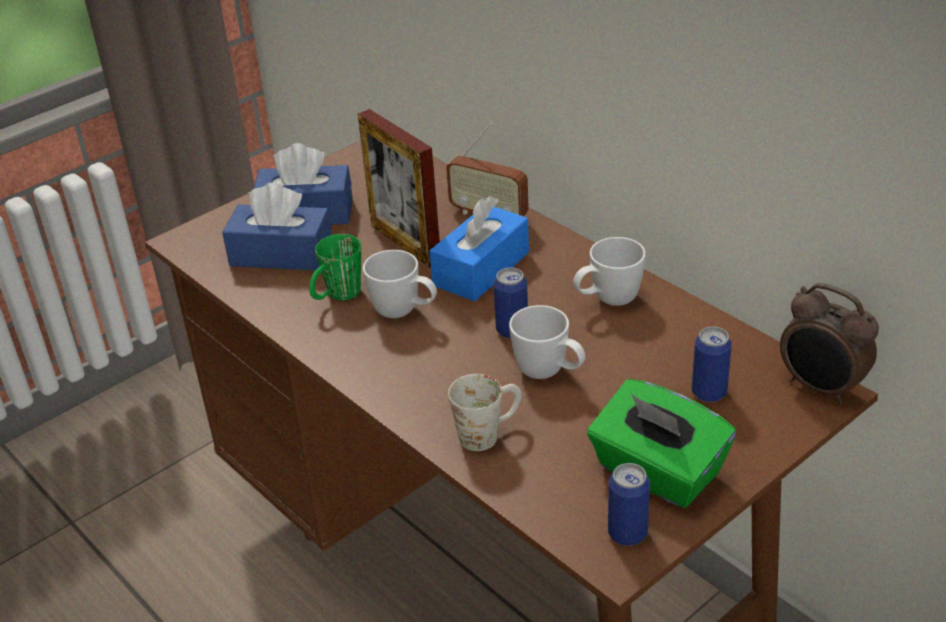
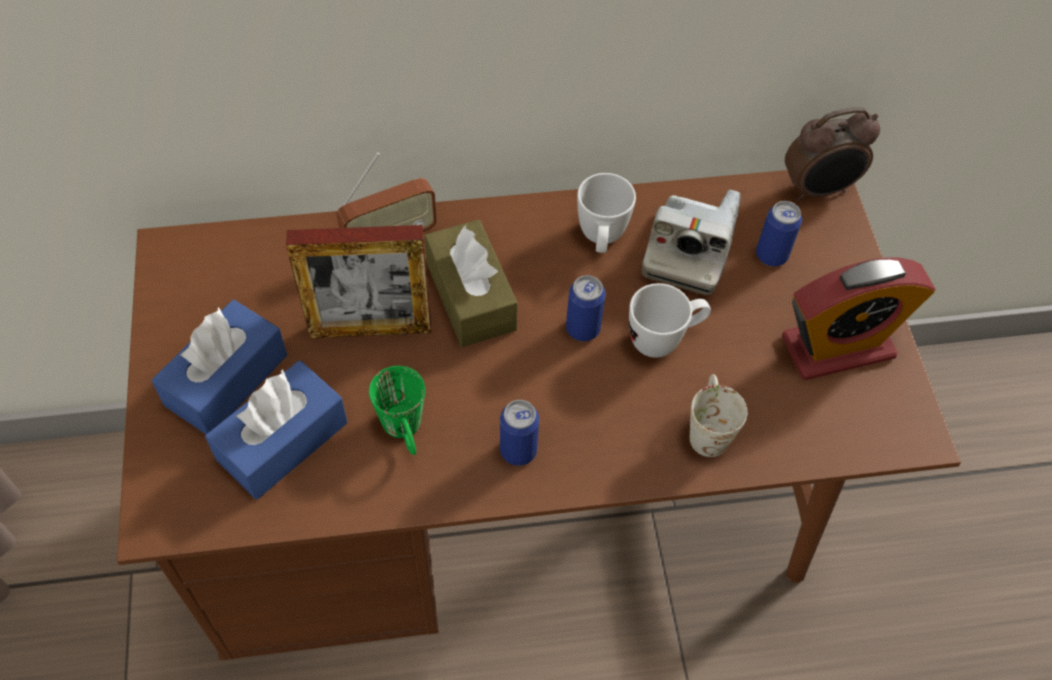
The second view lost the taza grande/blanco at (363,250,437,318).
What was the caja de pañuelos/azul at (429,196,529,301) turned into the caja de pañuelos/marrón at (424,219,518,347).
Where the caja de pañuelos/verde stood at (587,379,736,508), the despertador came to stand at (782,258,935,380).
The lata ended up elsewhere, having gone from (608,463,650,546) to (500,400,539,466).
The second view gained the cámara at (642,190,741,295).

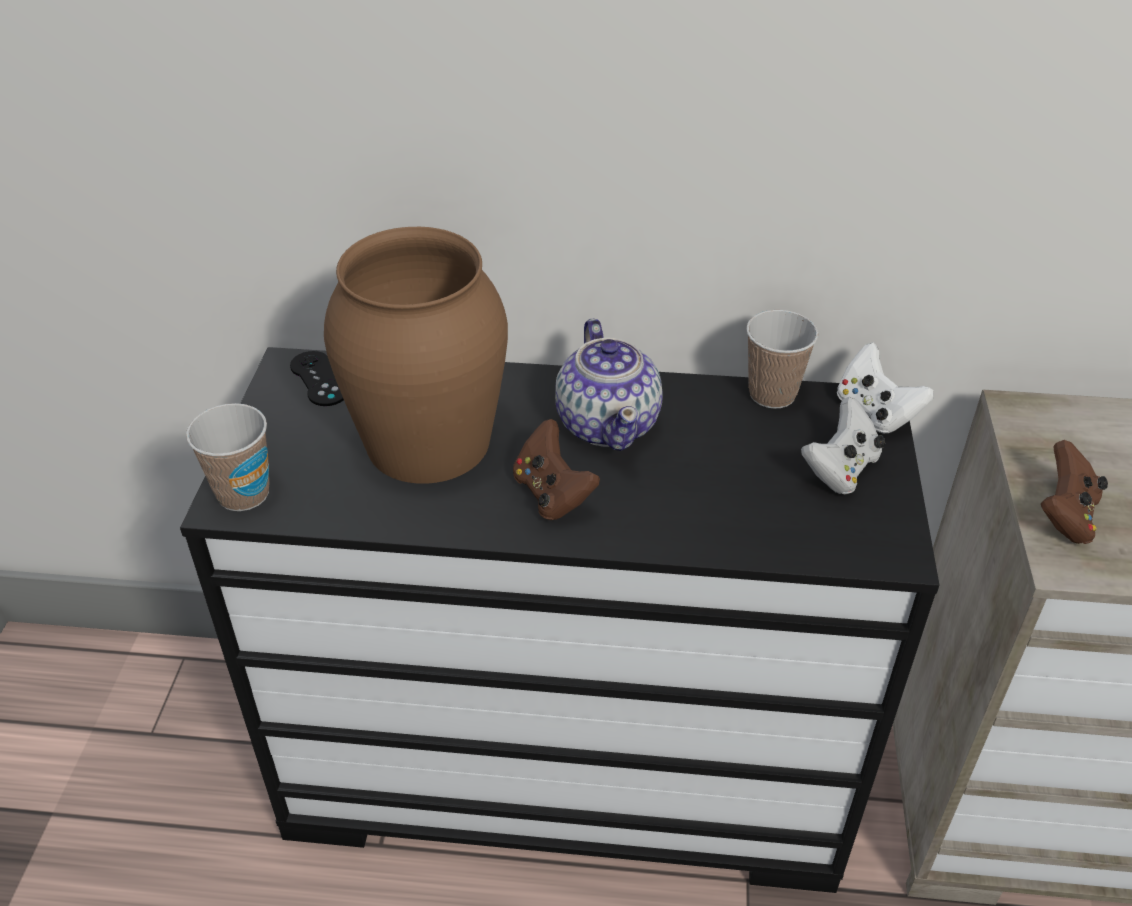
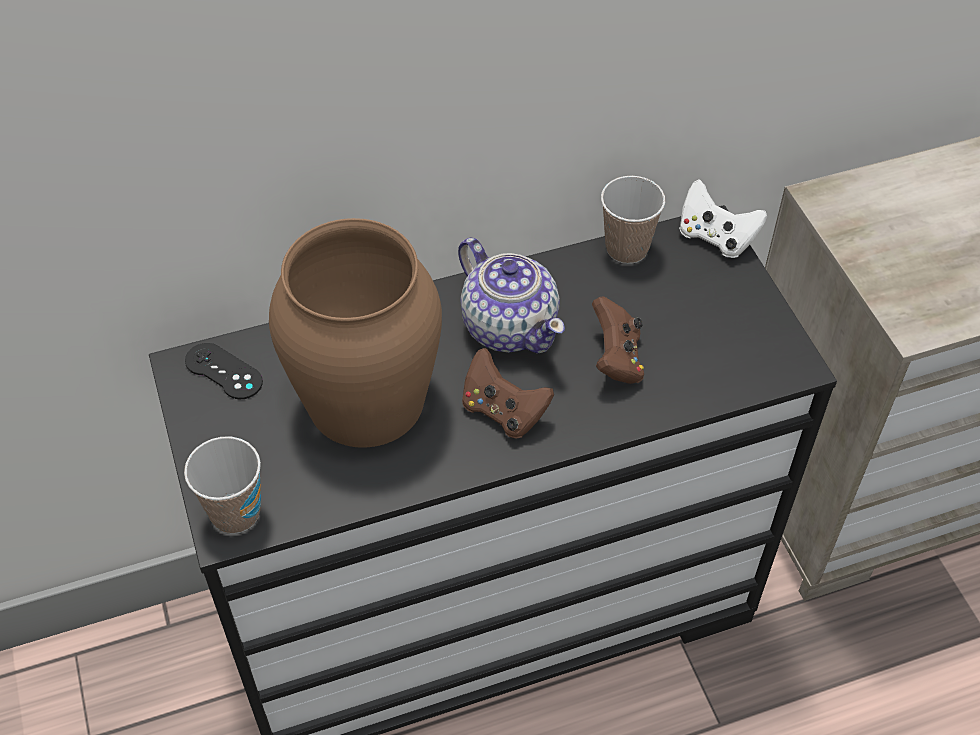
The second view lost the mando de consola/blanco at (801,397,885,494).
The mando de consola/marrón ended up elsewhere, having gone from (1041,440,1108,544) to (592,297,644,384).

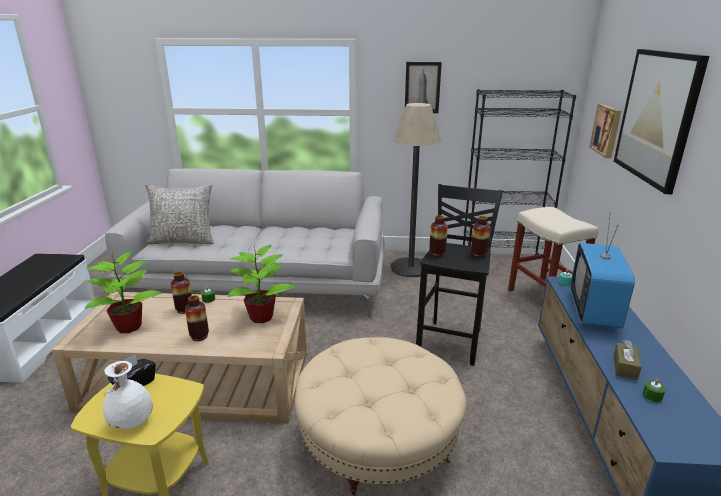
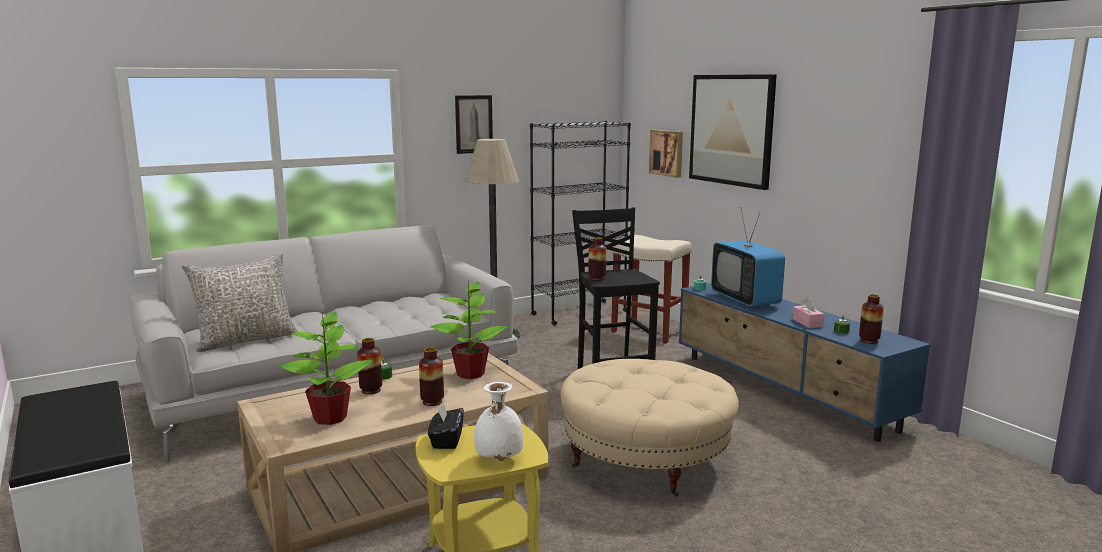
The florero ended up elsewhere, having gone from (471,216,491,257) to (859,294,884,344).
What was the caja de pañuelos/marrón at (614,340,641,380) turned into the caja de pañuelos/rosa at (792,297,825,328).

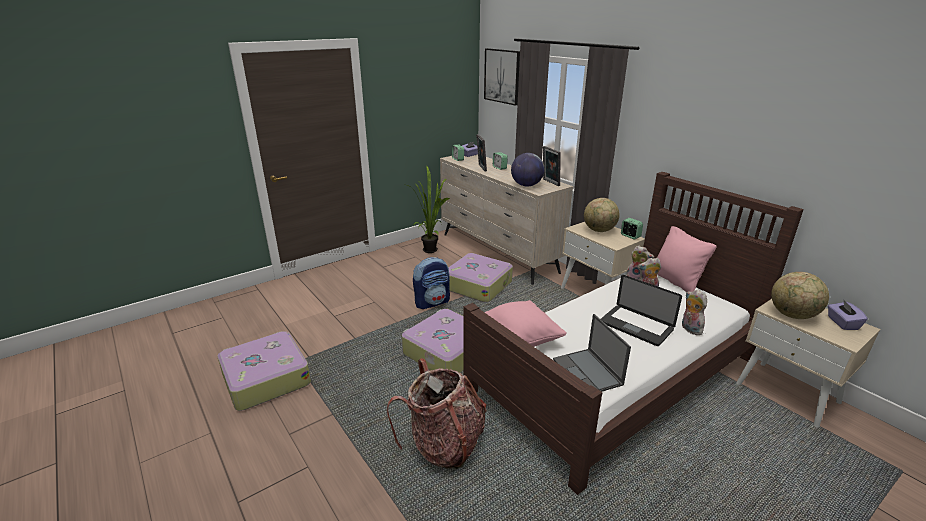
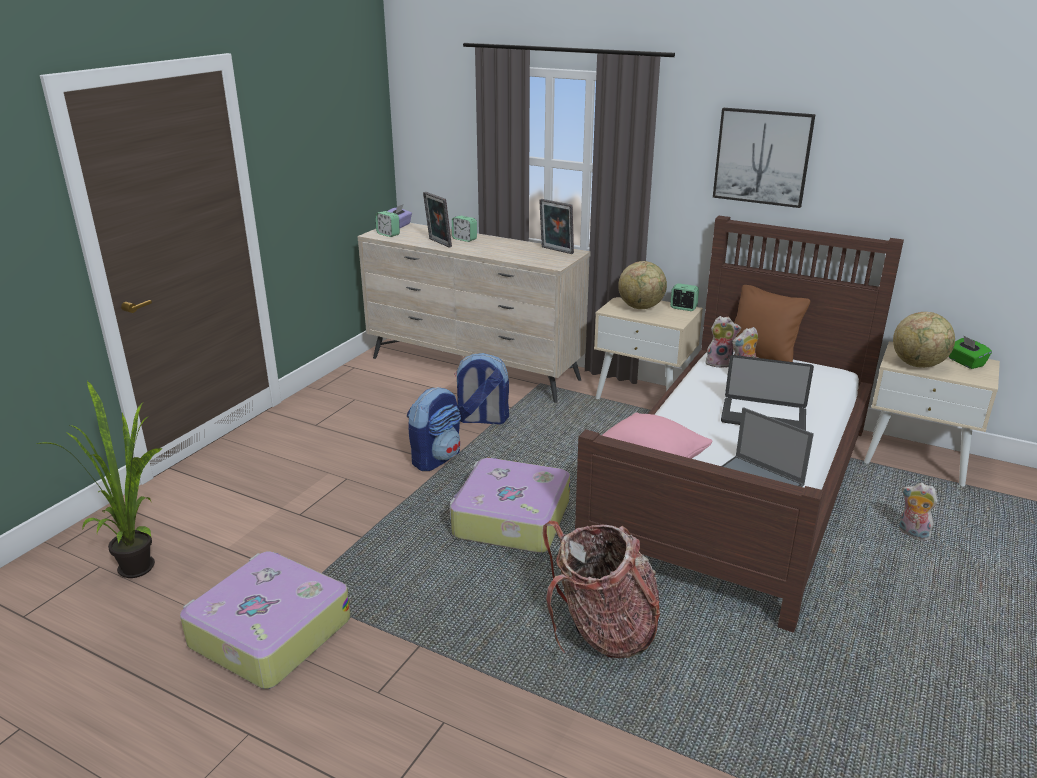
The planta en maceta ended up elsewhere, having gone from (403,166,450,253) to (36,381,163,578).
Where the maleta stood at (448,253,513,302), the mochila came to stand at (454,353,509,424).
The cuadro ended up elsewhere, having gone from (484,48,520,106) to (713,108,816,208).
The second view lost the globo terráqueo at (511,153,544,186).
What was the cojín/rosa at (657,226,717,292) turned into the cojín/marrón at (733,285,810,362).
The peluche ended up elsewhere, having gone from (681,289,707,335) to (899,483,938,541).
What was the caja de pañuelos/morado at (828,301,868,330) turned into the caja de pañuelos/verde at (949,336,992,369).

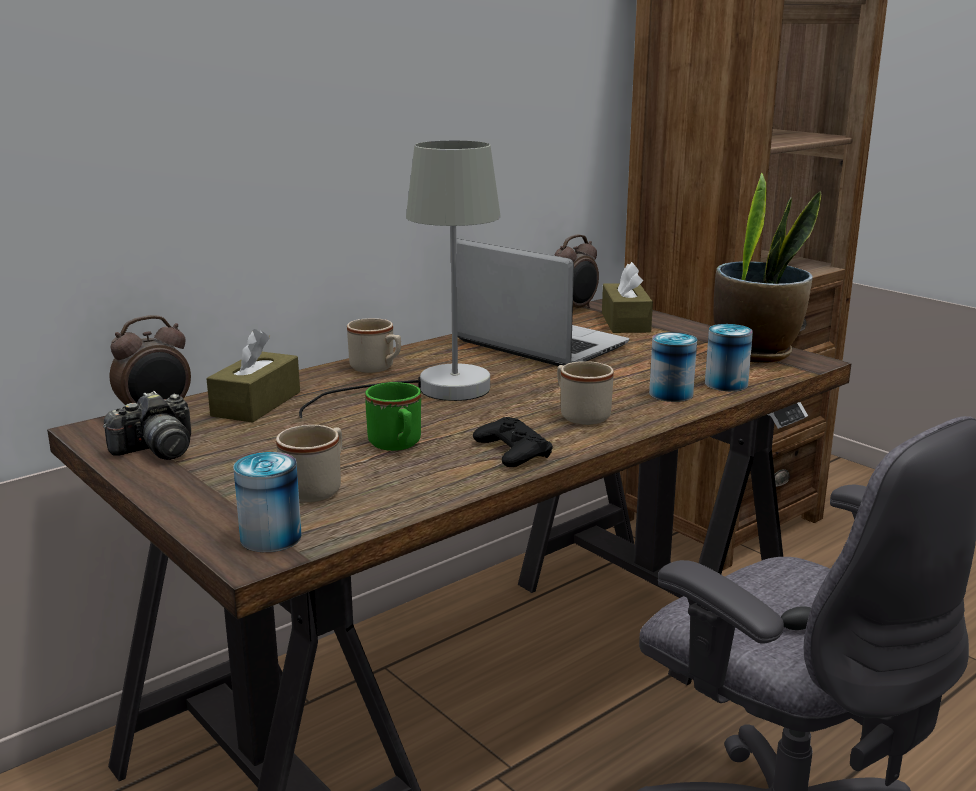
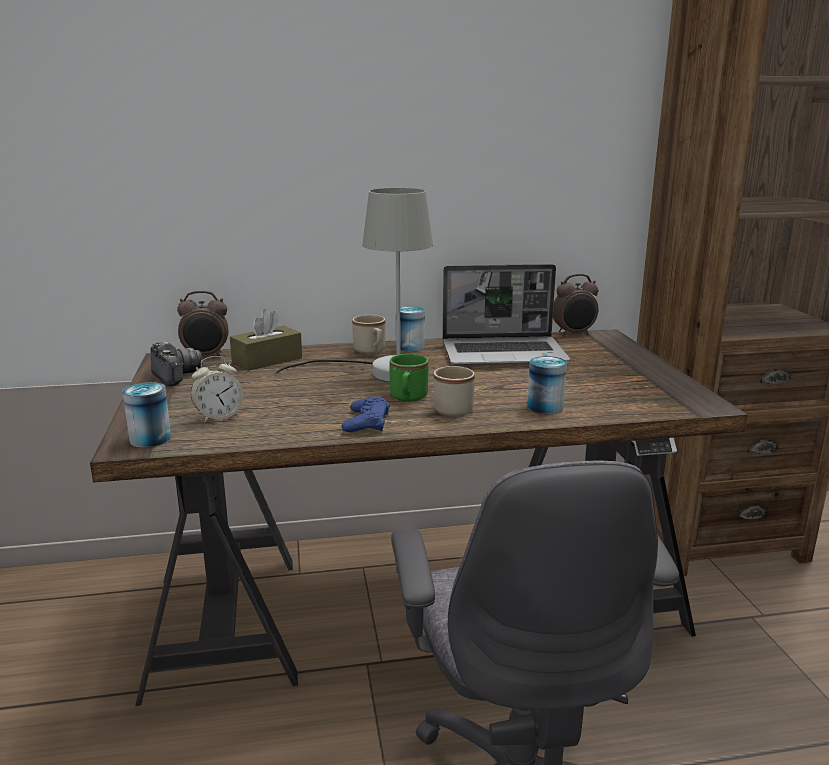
The cámara at (103,391,191,460) ended up facing another way, 120 degrees counterclockwise from before.
Where the taza grande/beis stood at (276,425,342,503), the despertador came to stand at (191,356,243,423).
The taza grande/verde ended up elsewhere, having gone from (365,382,421,451) to (390,354,429,402).
The portátil at (456,238,629,366) ended up facing another way, 105 degrees clockwise from before.
What was the mando de consola/negro at (473,417,553,467) turned into the mando de consola/azul at (341,397,390,432).
The second view lost the caja de pañuelos/marrón at (602,262,653,333).
The lata ended up elsewhere, having gone from (705,324,753,391) to (400,306,425,352).
The second view lost the planta en maceta at (713,172,821,363).

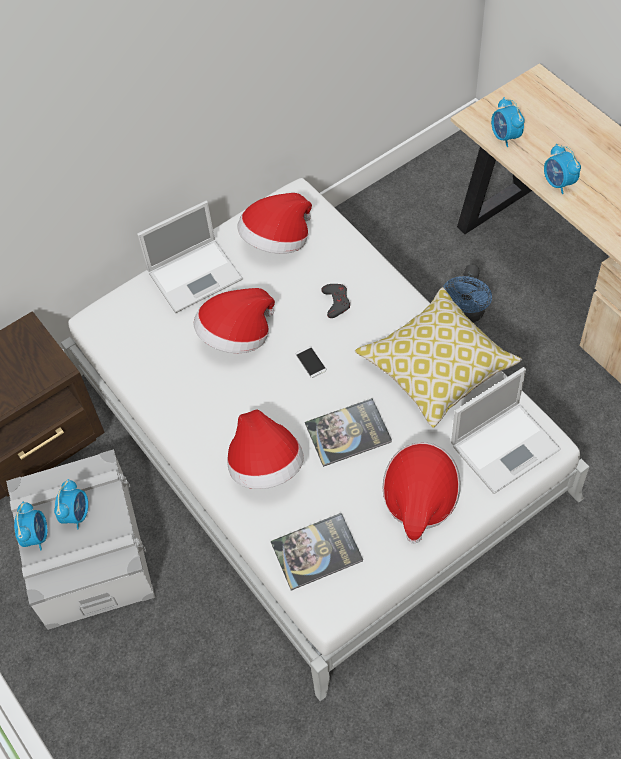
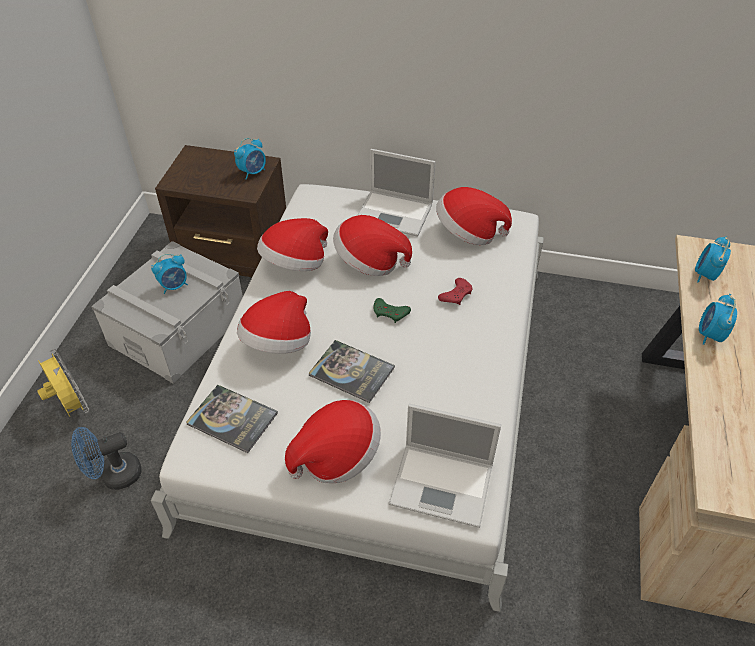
The despertador ended up elsewhere, having gone from (14,502,47,550) to (234,138,266,180).
Where the móvil stood at (296,346,327,378), the mando de consola/verde came to stand at (373,298,411,323).
What was the mando de consola/gris at (321,284,350,318) turned into the mando de consola/rojo at (438,278,472,305).
The second view lost the cojín at (355,287,522,428).
The ventilador/azul ended up elsewhere, having gone from (443,264,492,322) to (71,427,142,490).
The second view gained the ventilador/amarillo at (37,349,89,417).
The second view gained the sombrero at (257,218,328,271).

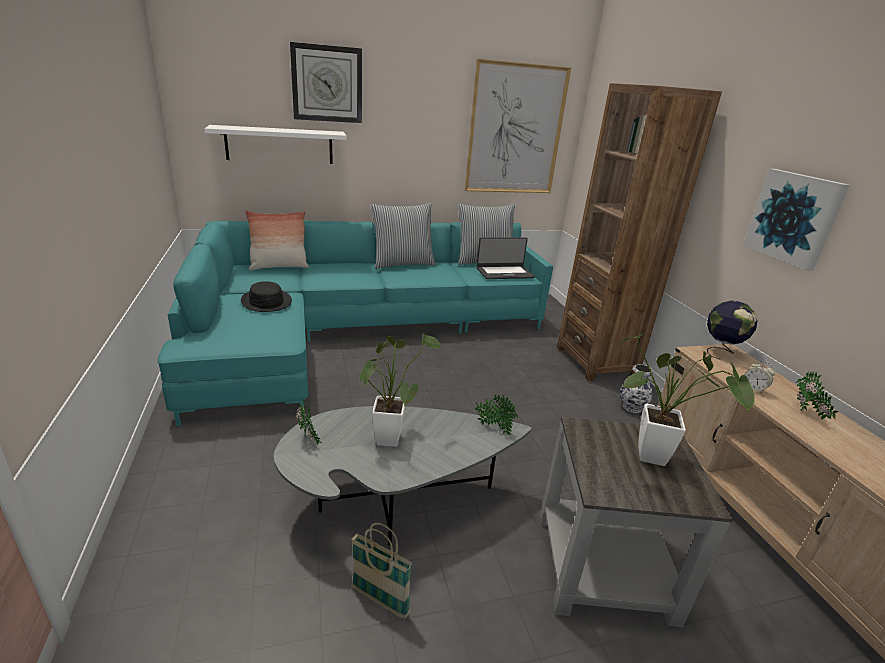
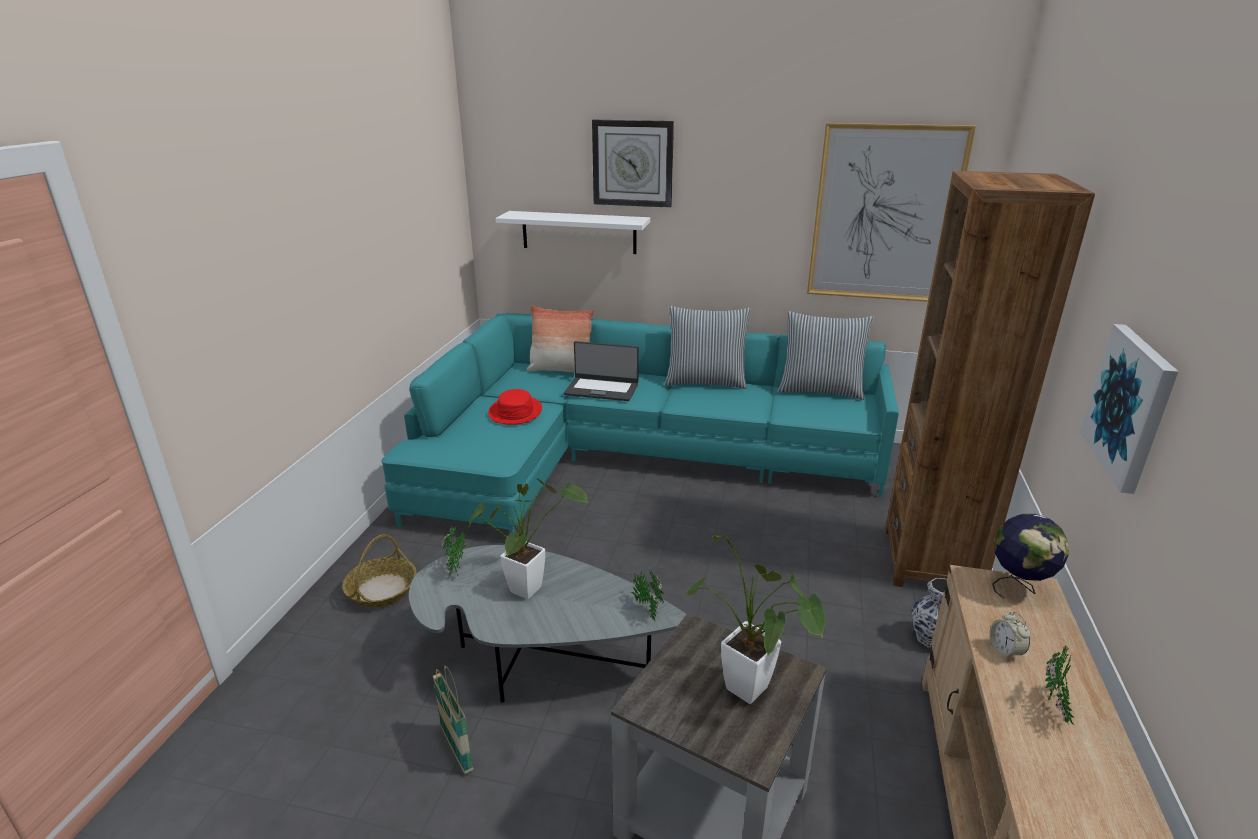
What was the sombrero/negro at (241,281,292,312) turned into the sombrero/rojo at (488,389,542,425).
The portátil ended up elsewhere, having gone from (476,237,535,279) to (564,341,639,401).
The second view gained the cesta at (342,534,417,608).

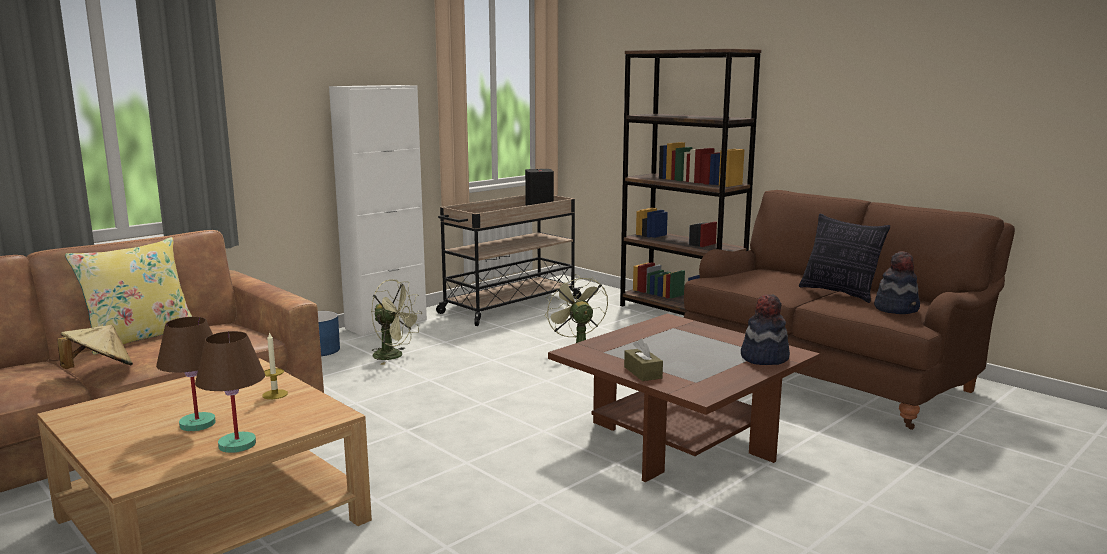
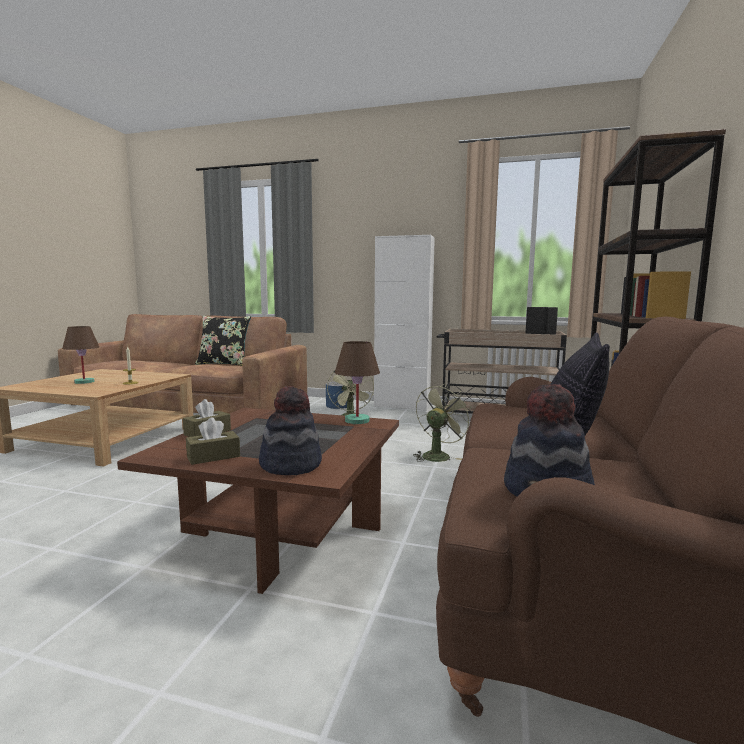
The second view lost the sombrero/beis at (57,325,133,369).
What was the cojín/amarillo at (65,237,192,355) turned into the cojín/negro at (195,316,251,366).
The lámpara de mesa/marrón ended up elsewhere, having gone from (195,331,265,453) to (335,341,380,424).
The second view gained the caja de pañuelos/marrón at (186,417,240,465).

